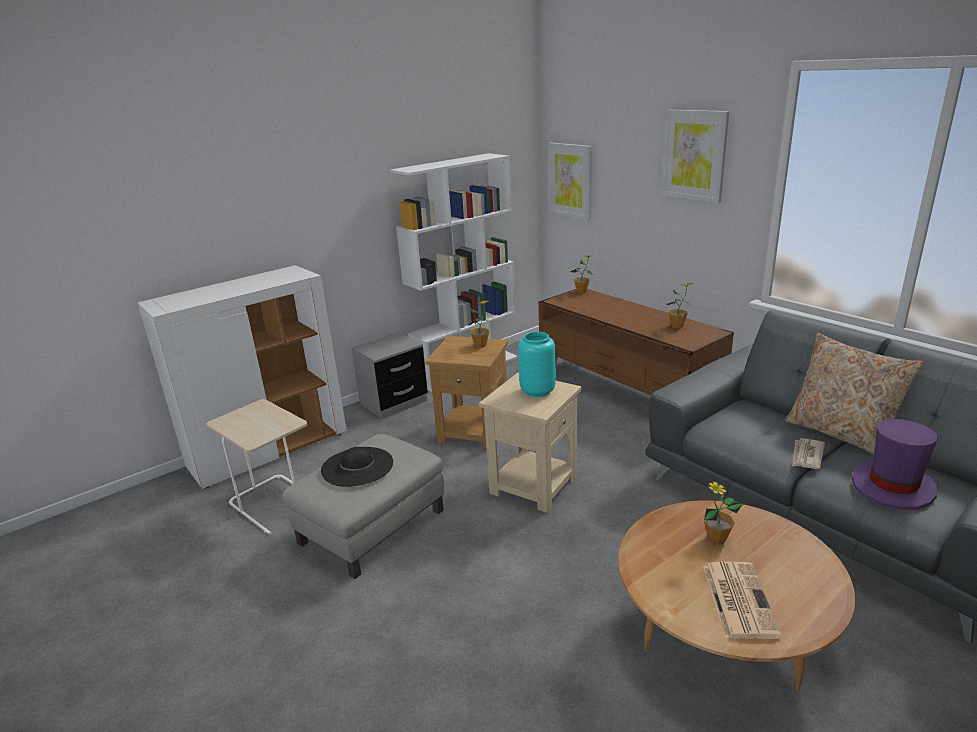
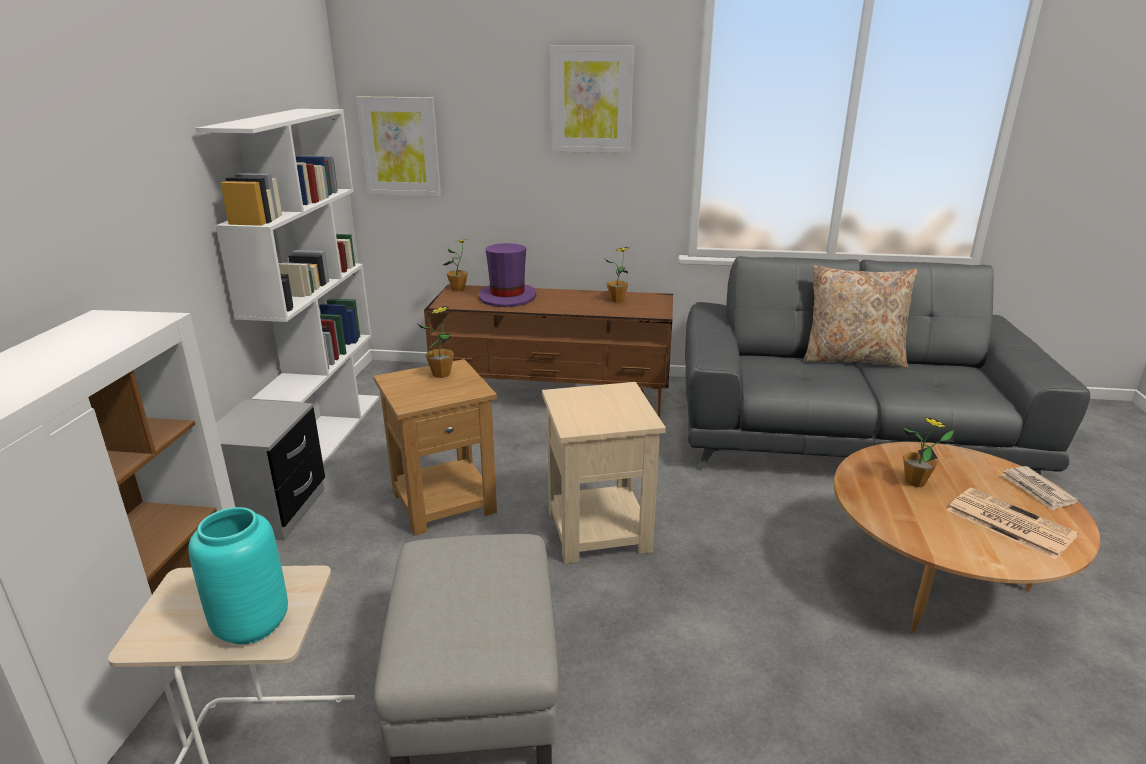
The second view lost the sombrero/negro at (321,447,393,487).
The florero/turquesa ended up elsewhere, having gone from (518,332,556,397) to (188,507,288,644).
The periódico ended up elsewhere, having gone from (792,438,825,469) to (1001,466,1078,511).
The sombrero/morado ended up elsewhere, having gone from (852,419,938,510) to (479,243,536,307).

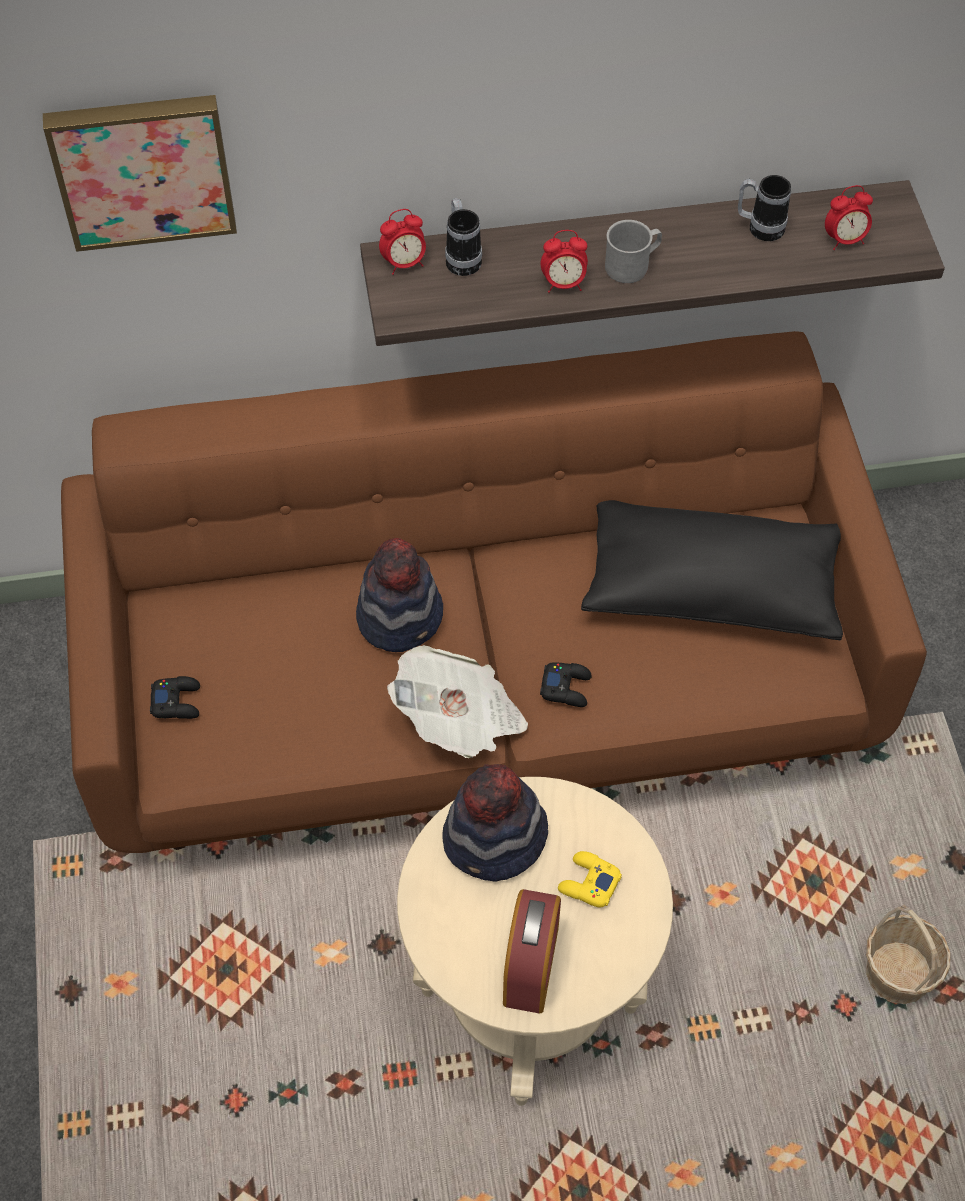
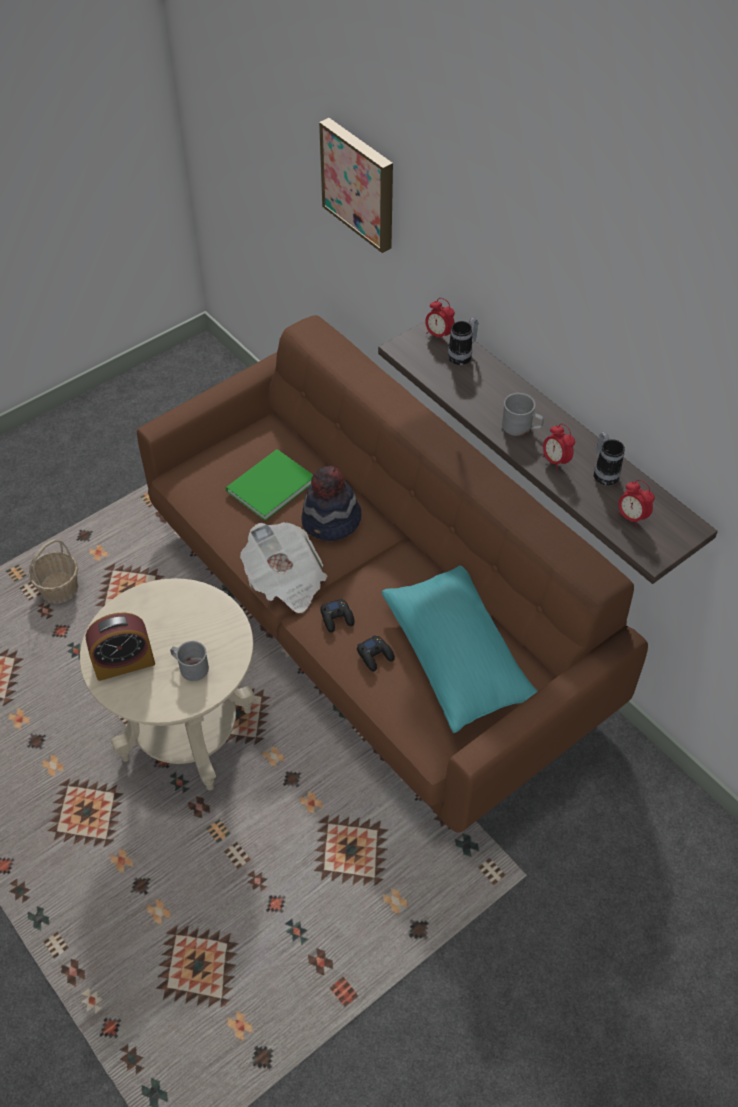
The mando de consola/negro ended up elsewhere, having gone from (150,676,200,719) to (357,635,395,671).
The second view lost the sombrero at (442,764,548,882).
The despertador ended up elsewhere, having gone from (541,230,588,293) to (542,423,575,471).
Where the mando de consola/amarillo stood at (558,851,622,908), the taza grande/gris came to stand at (170,641,209,681).
What was the cojín/negro at (581,500,843,640) turned into the cojín/turquesa at (381,565,538,733).
The cesta ended up elsewhere, having gone from (866,905,951,1004) to (29,539,79,604).
The second view gained the libro/verde at (226,449,313,521).

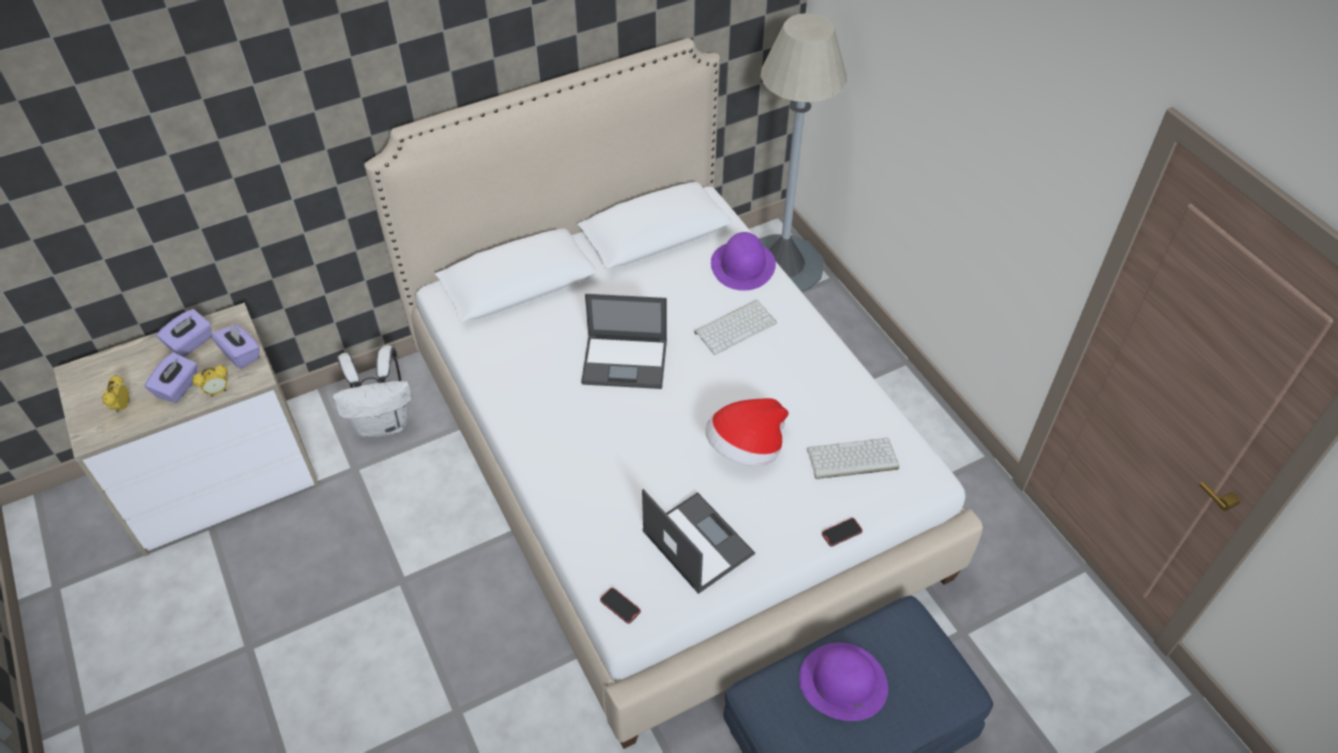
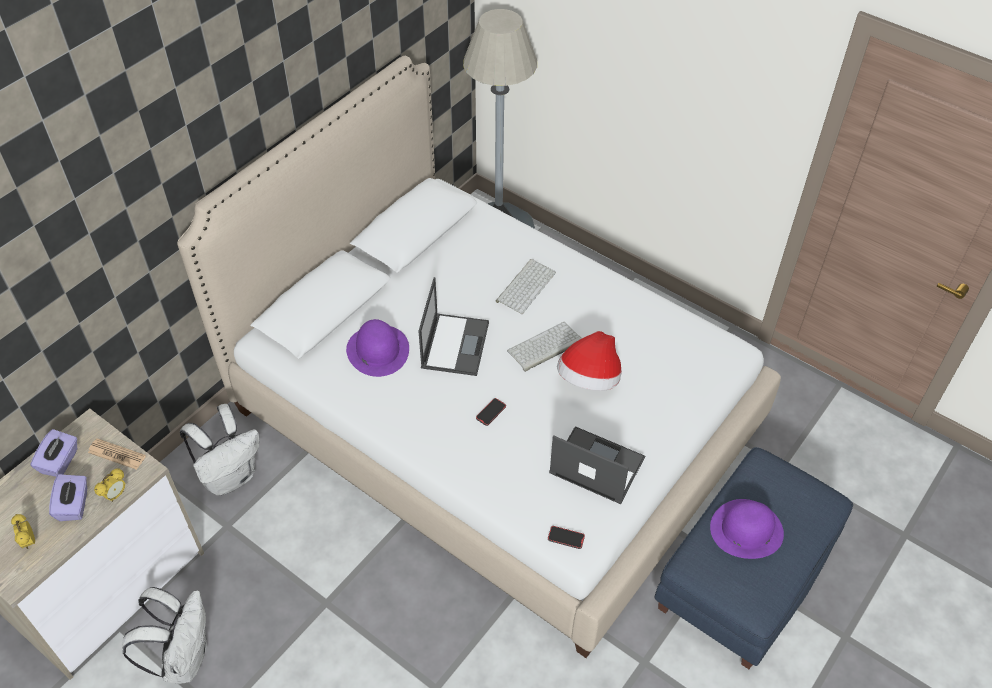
Where the caja de pañuelos/morado stood at (211,324,260,369), the periódico came to stand at (88,438,146,470).
The portátil at (581,294,667,389) ended up facing another way, 60 degrees counterclockwise from before.
The sombrero/morado ended up elsewhere, having gone from (711,232,776,291) to (346,319,409,377).
The teclado ended up elsewhere, having gone from (807,438,899,479) to (507,322,582,372).
The móvil ended up elsewhere, having gone from (822,518,863,547) to (476,398,506,426).
The second view gained the mochila/blanco at (122,587,207,684).

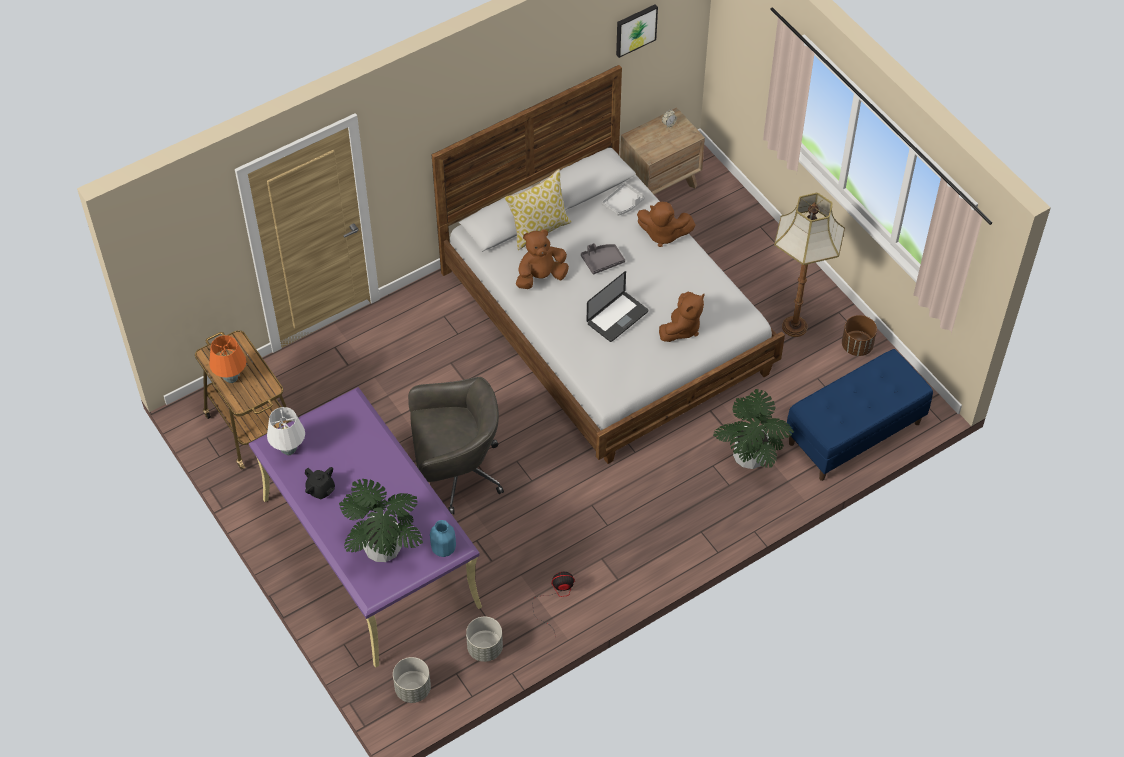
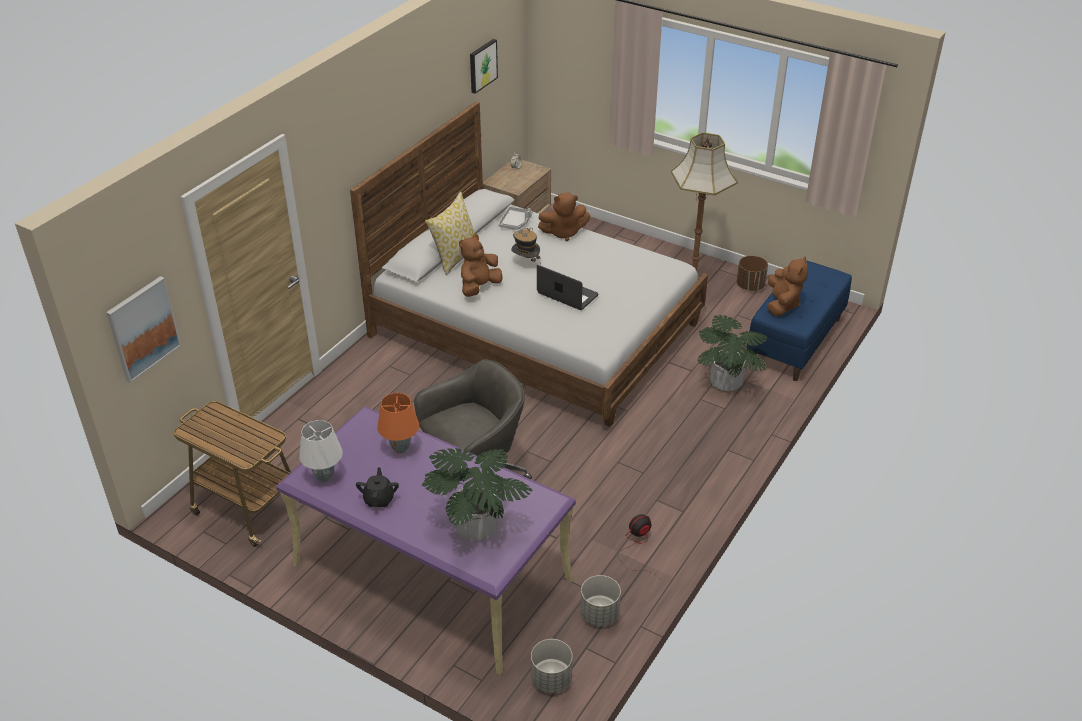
The lámpara de mesa/naranja ended up elsewhere, having gone from (209,335,247,383) to (377,393,419,453).
The tetera/negro at (305,467,335,499) ended up facing another way, 105 degrees counterclockwise from before.
The second view lost the florero/azul at (430,520,456,557).
Where the bandeja/gris stood at (581,243,625,274), the sombrero came to stand at (511,228,540,262).
The portátil at (587,271,648,342) ended up facing another way, 75 degrees counterclockwise from before.
The peluche/marrón ended up elsewhere, having gone from (659,292,705,342) to (767,257,808,316).
The second view gained the cuadro at (106,276,181,383).

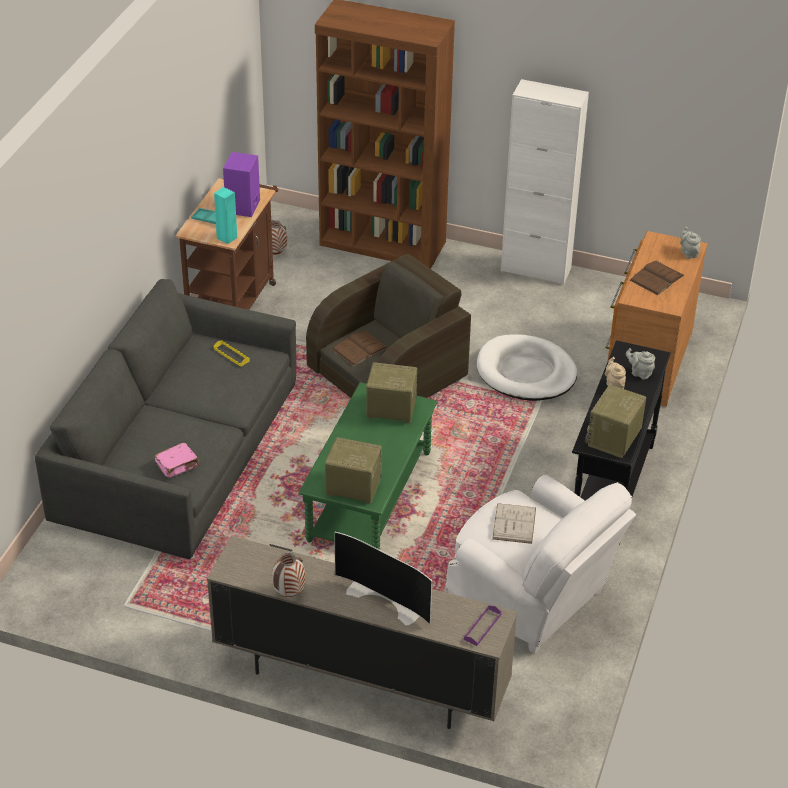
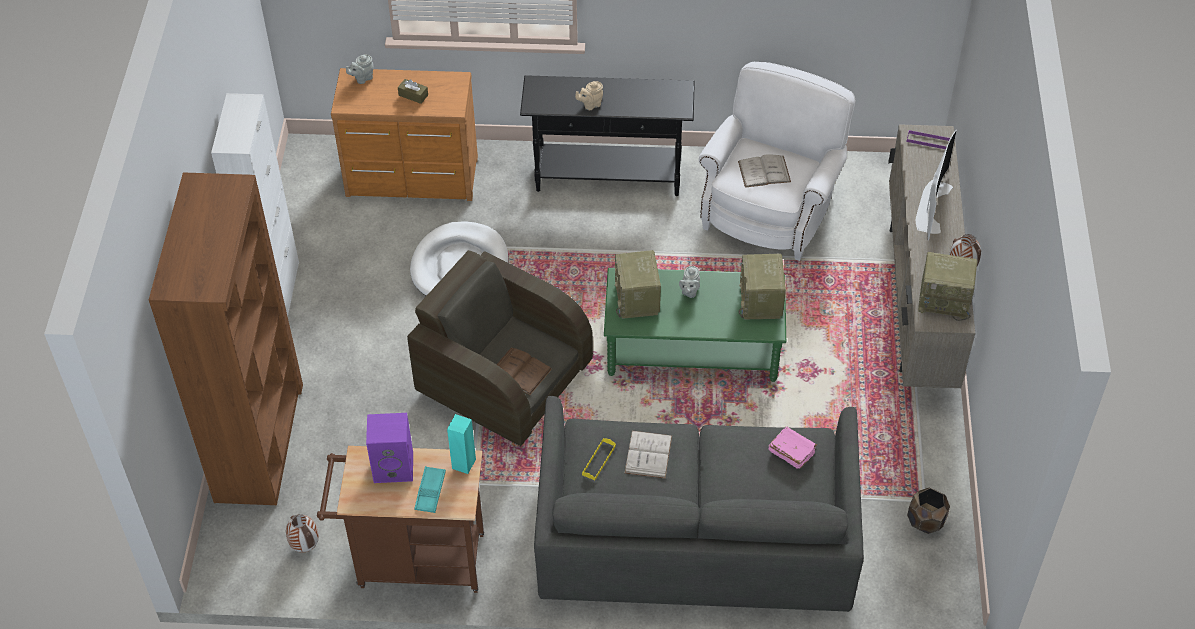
The radio ended up elsewhere, having gone from (585,385,646,458) to (918,252,977,321).
The tetera/gris ended up elsewhere, having gone from (626,348,655,380) to (679,265,700,298).
Where the libro/marrón stood at (630,261,684,295), the caja de pañuelos/marrón came to stand at (398,79,428,104).
The second view gained the libro/blanco at (625,431,672,478).
The second view gained the maceta/marrón at (907,488,950,534).

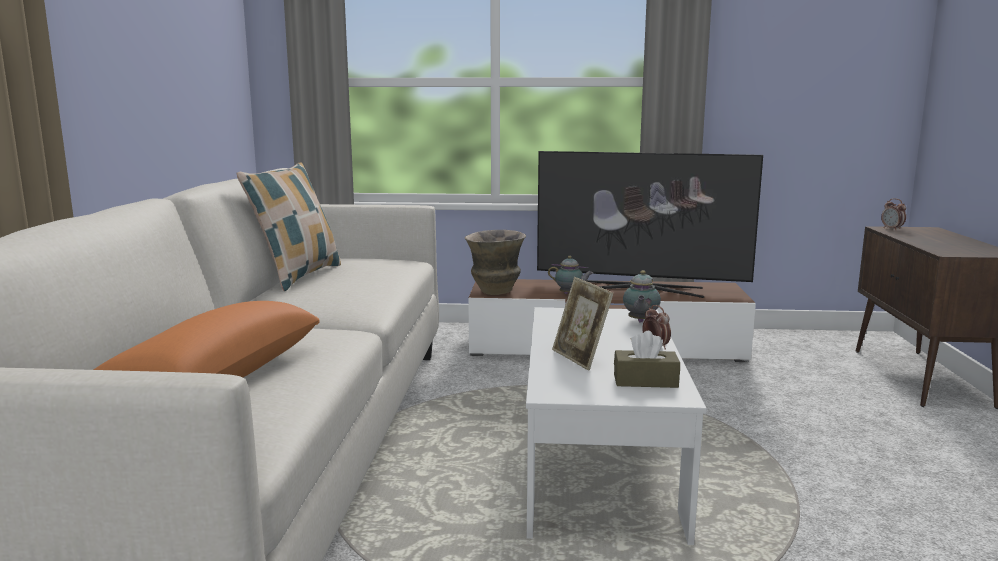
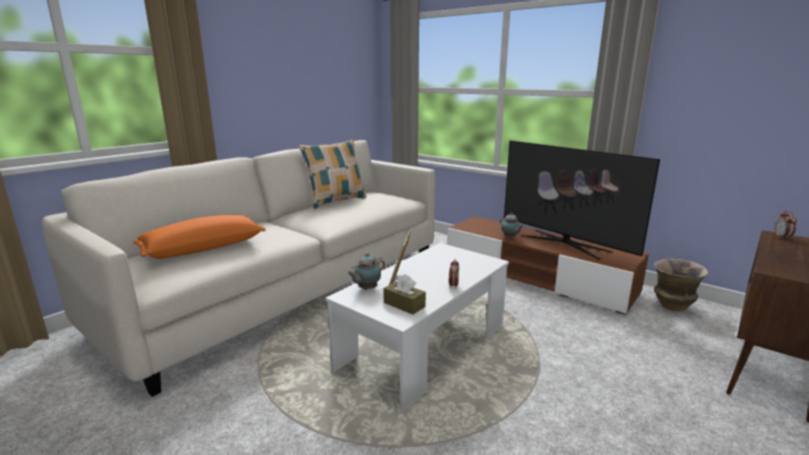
The florero ended up elsewhere, having gone from (465,230,526,295) to (654,259,709,311).
The tetera ended up elsewhere, having gone from (623,270,661,323) to (347,253,385,290).

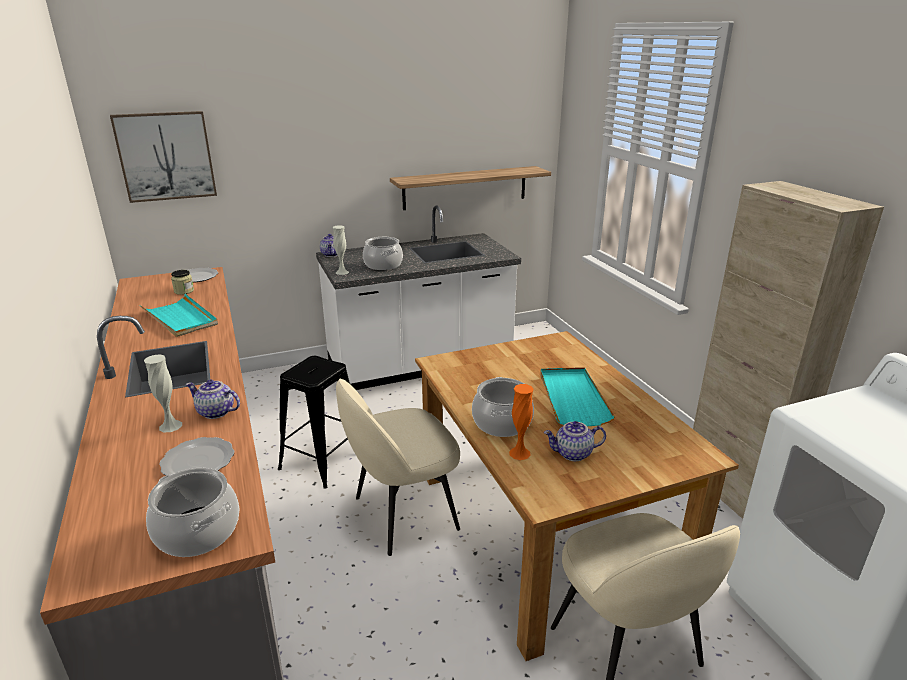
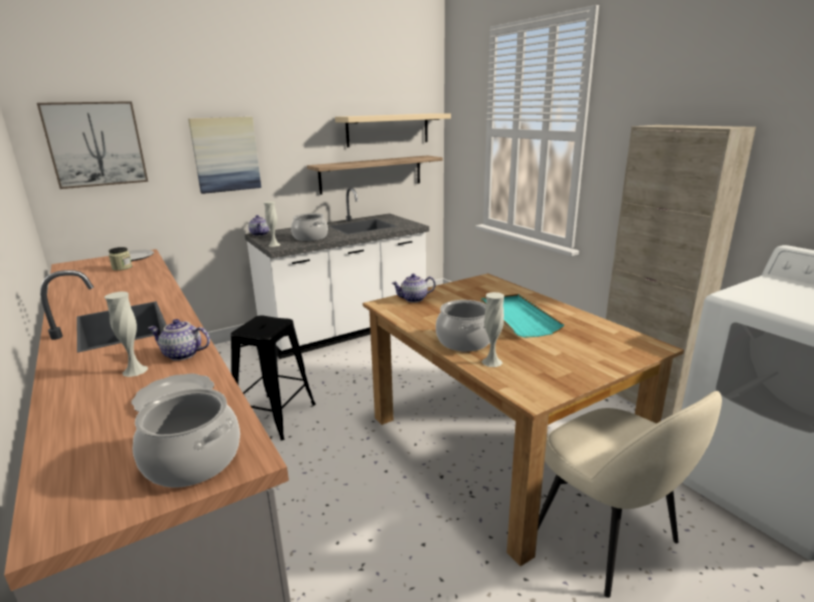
The second view lost the bandeja/turquesa at (140,293,218,337).
The second view lost the silla/beis at (336,379,460,556).
What was the florero/naranja at (509,384,534,460) turned into the florero/blanco at (482,292,504,367).
The tetera ended up elsewhere, having gone from (544,421,606,461) to (391,274,435,303).
The second view gained the cuadro at (188,117,261,194).
The second view gained the estante/beis at (335,113,451,147).

